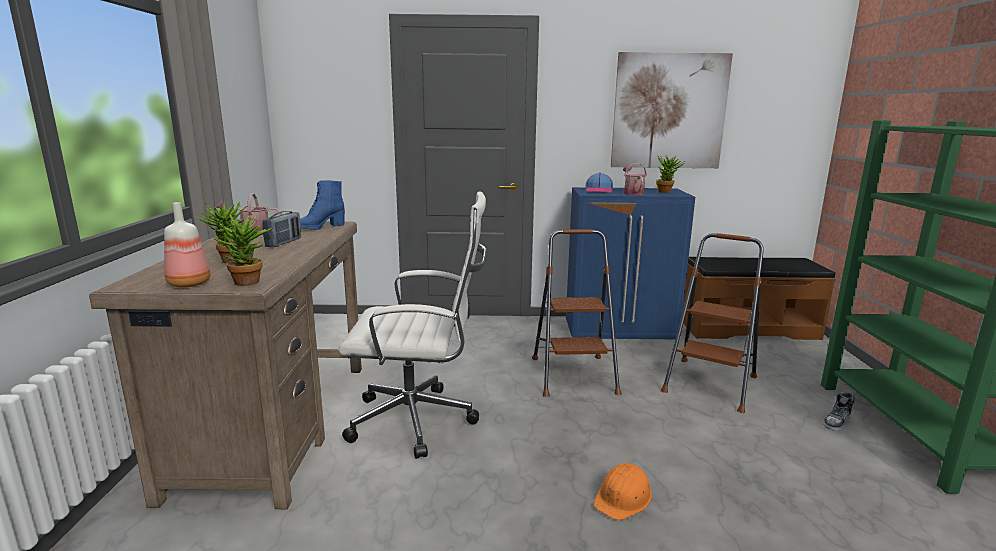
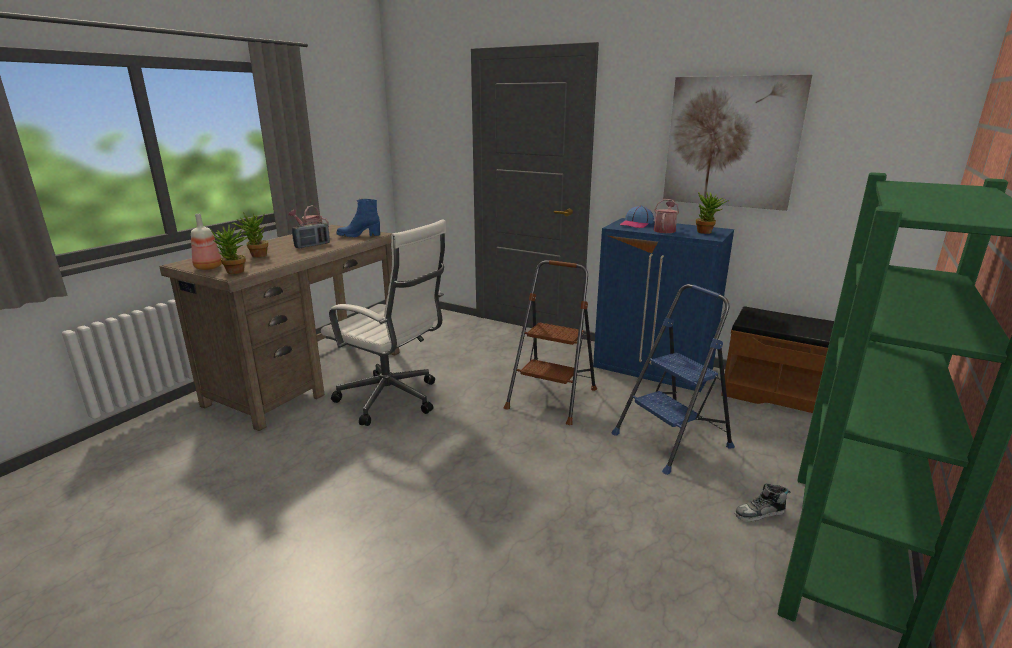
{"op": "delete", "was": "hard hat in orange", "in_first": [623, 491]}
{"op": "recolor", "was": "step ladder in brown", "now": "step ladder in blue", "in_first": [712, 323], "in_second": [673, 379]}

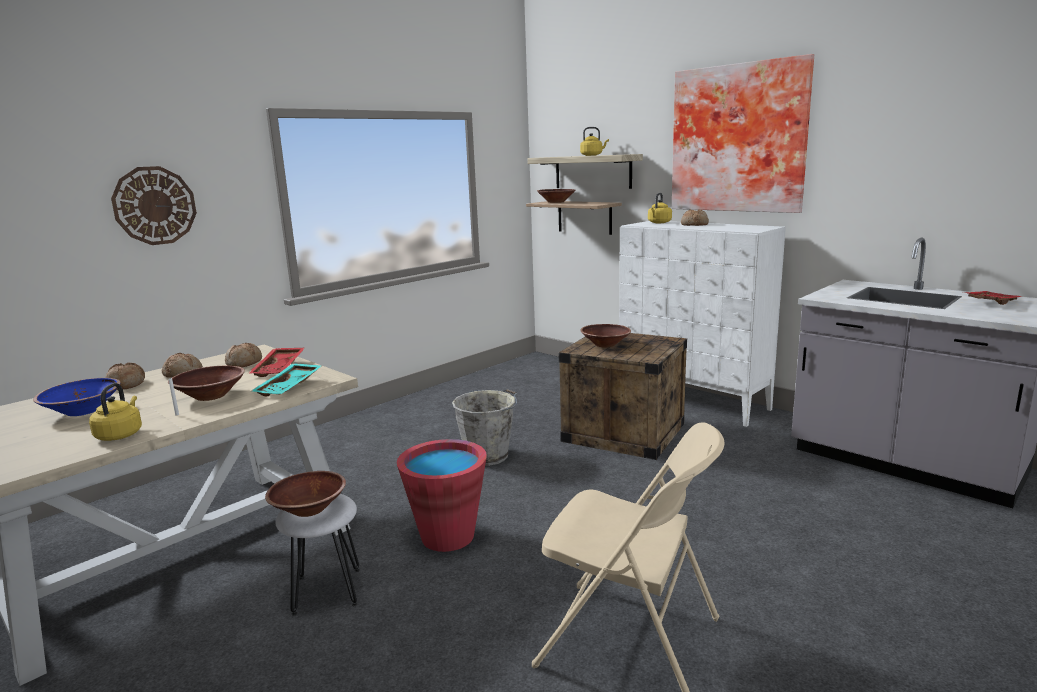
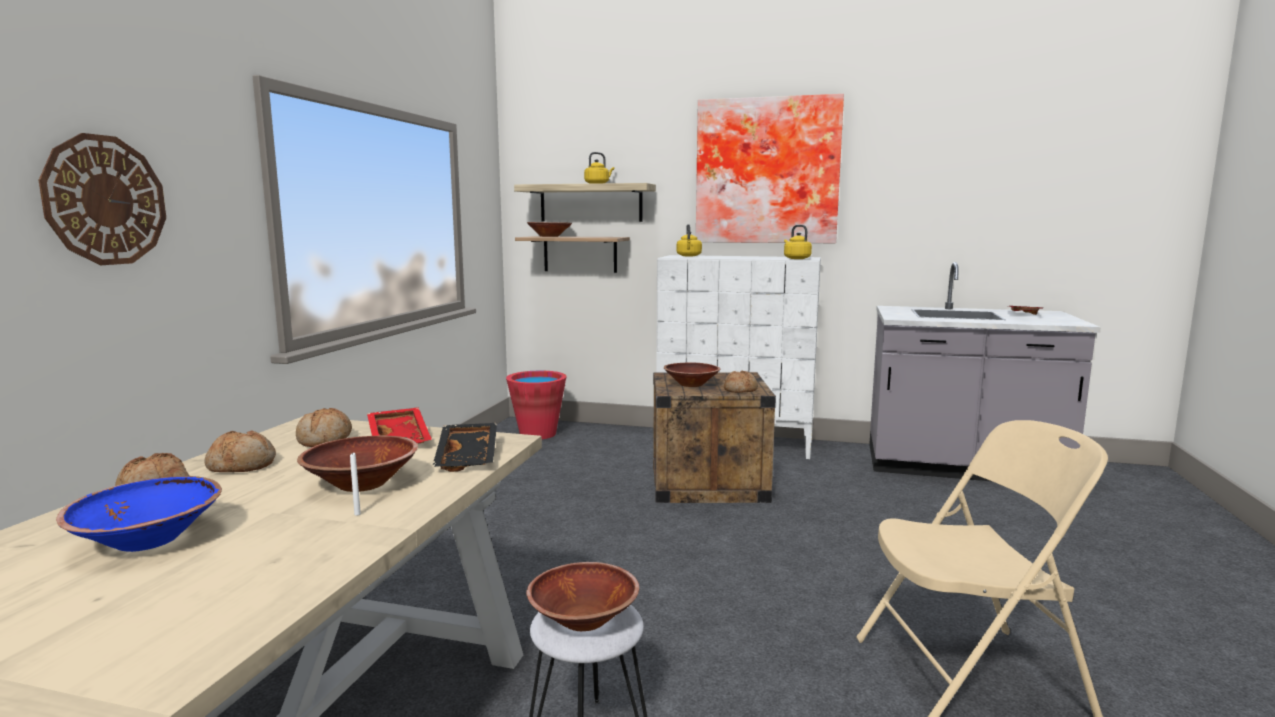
{"op": "move", "was": "kettle in yellow", "in_first": [115, 412], "in_second": [798, 242]}
{"op": "recolor", "was": "tray in turquoise", "now": "tray in black", "in_first": [286, 379], "in_second": [464, 447]}
{"op": "move", "was": "bucket in red", "in_first": [442, 495], "in_second": [536, 405]}
{"op": "delete", "was": "bucket in grey", "in_first": [484, 427]}
{"op": "move", "was": "bread", "in_first": [695, 217], "in_second": [741, 382]}

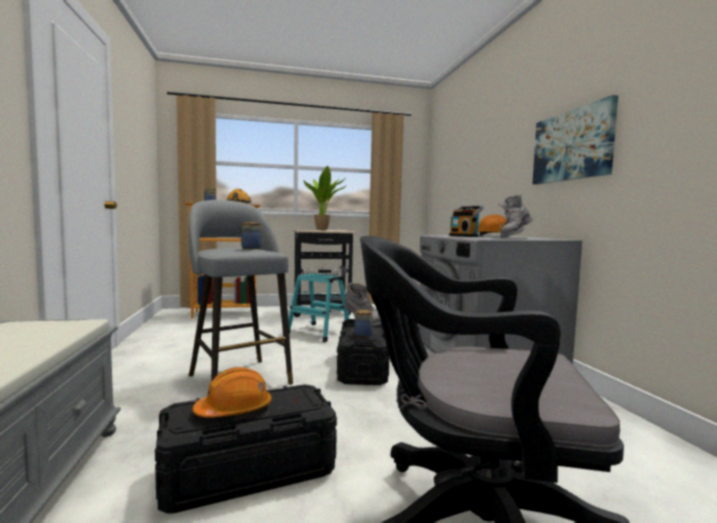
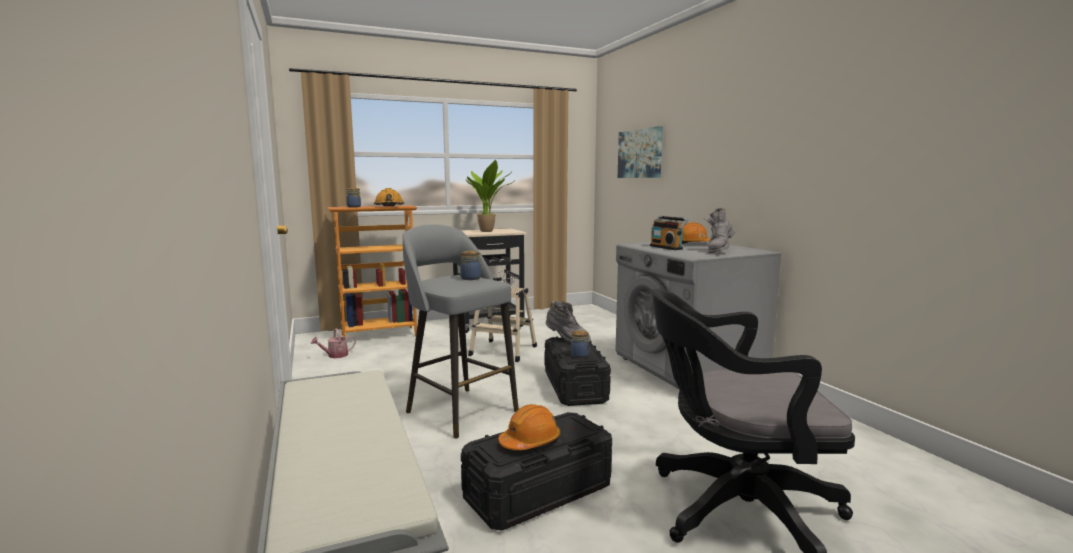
{"op": "recolor", "was": "step ladder in turquoise", "now": "step ladder in beige", "in_first": [318, 307], "in_second": [502, 324]}
{"op": "move", "was": "picture", "in_first": [575, 140], "in_second": [640, 152]}
{"op": "insert", "now": "watering can", "in_second": [333, 343]}

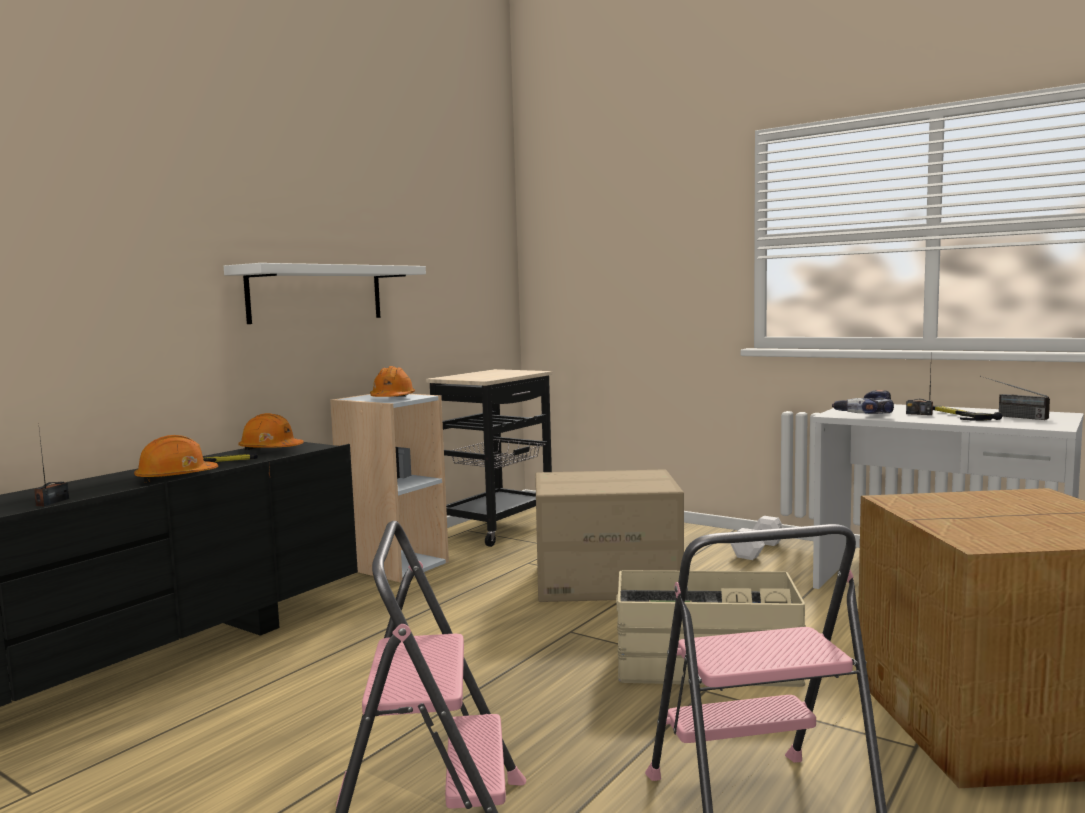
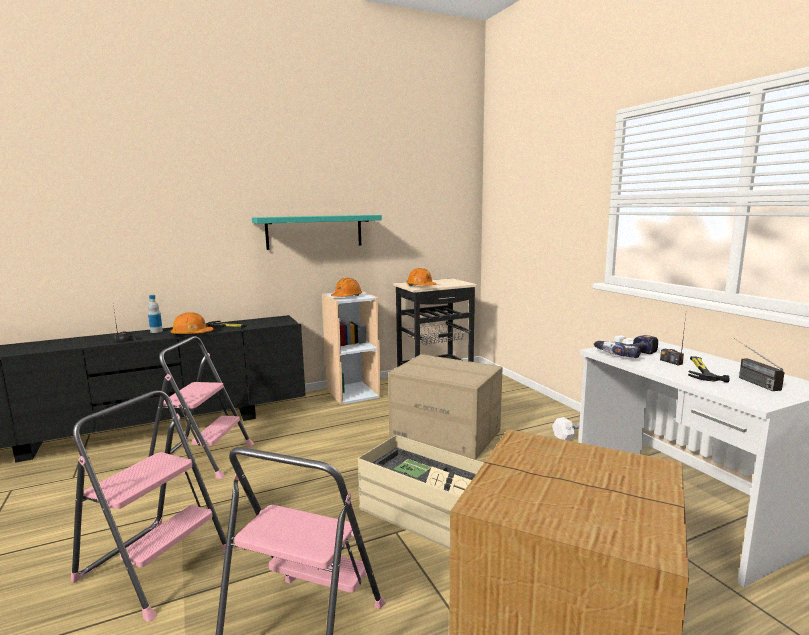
{"op": "recolor", "was": "shelf in white", "now": "shelf in turquoise", "in_first": [325, 293], "in_second": [317, 232]}
{"op": "move", "was": "hard hat in orange", "in_first": [271, 431], "in_second": [421, 277]}
{"op": "insert", "now": "bottle", "in_second": [155, 314]}
{"op": "insert", "now": "step ladder in pink", "in_second": [201, 407]}

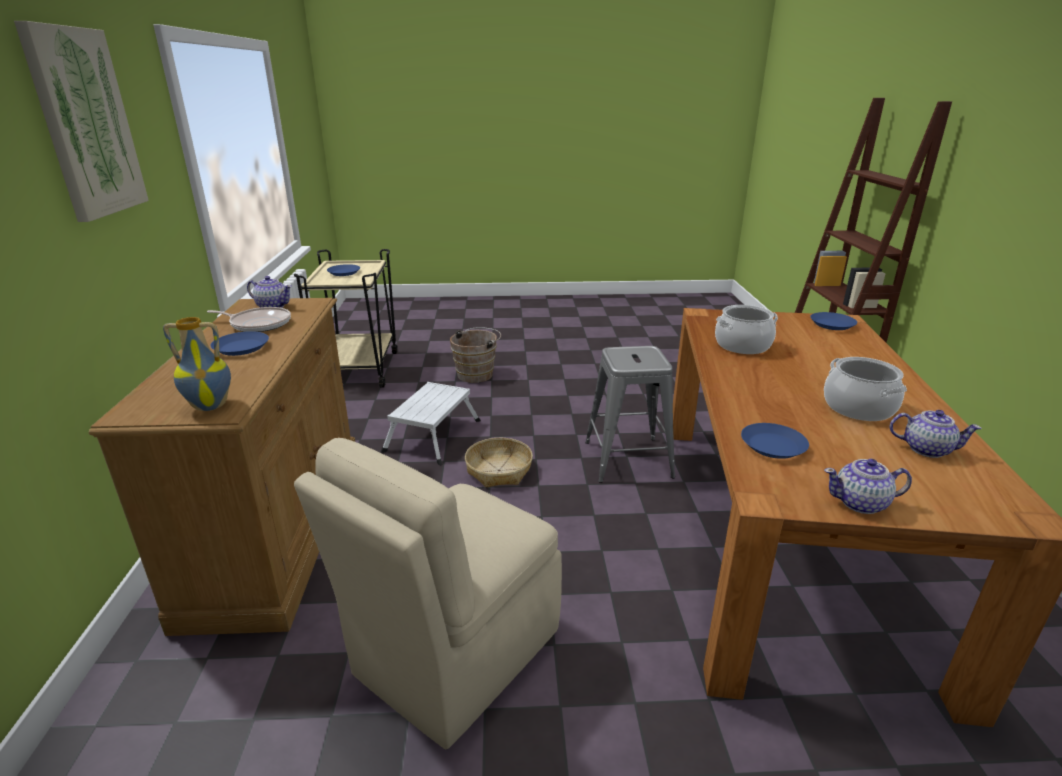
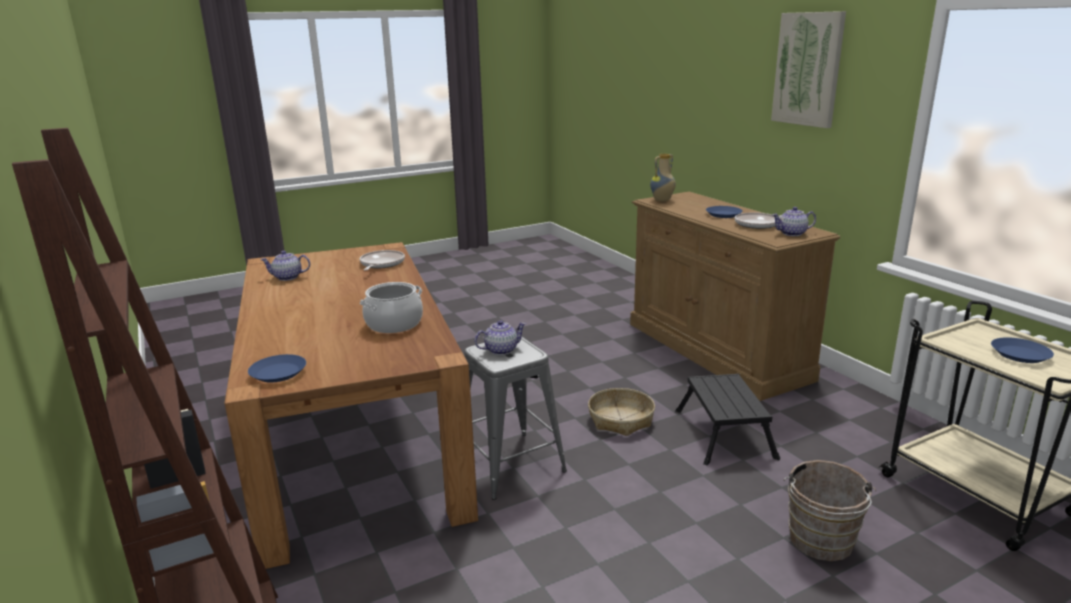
{"op": "delete", "was": "chair in beige", "in_first": [428, 593]}
{"op": "recolor", "was": "step ladder in white", "now": "step ladder in black", "in_first": [431, 423], "in_second": [727, 420]}
{"op": "replace", "was": "plate in blue", "now": "frying pan", "in_first": [775, 441], "in_second": [382, 260]}
{"op": "delete", "was": "cooking pot", "in_first": [865, 389]}
{"op": "move", "was": "teapot", "in_first": [868, 486], "in_second": [500, 337]}

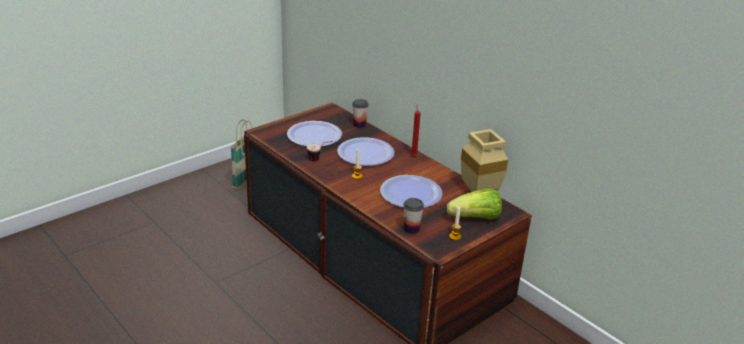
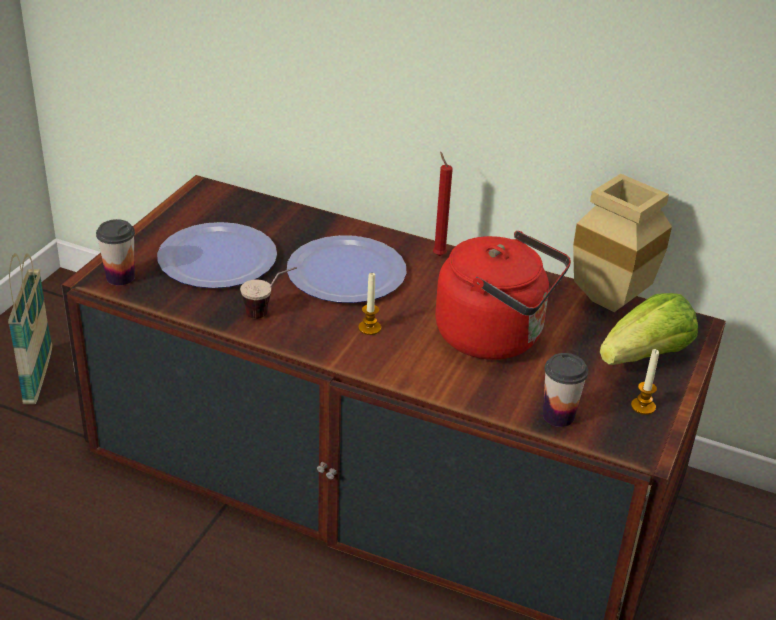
{"op": "move", "was": "cup", "in_first": [360, 113], "in_second": [115, 252]}
{"op": "replace", "was": "plate", "now": "kettle in red", "in_first": [411, 191], "in_second": [503, 295]}

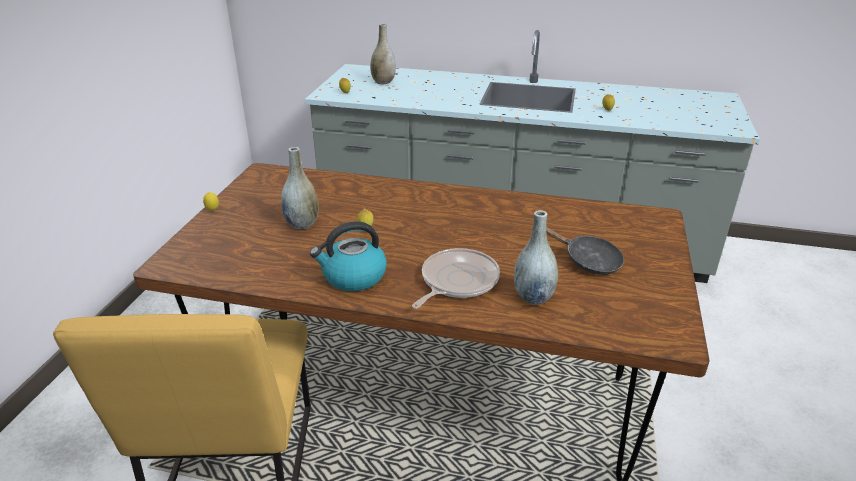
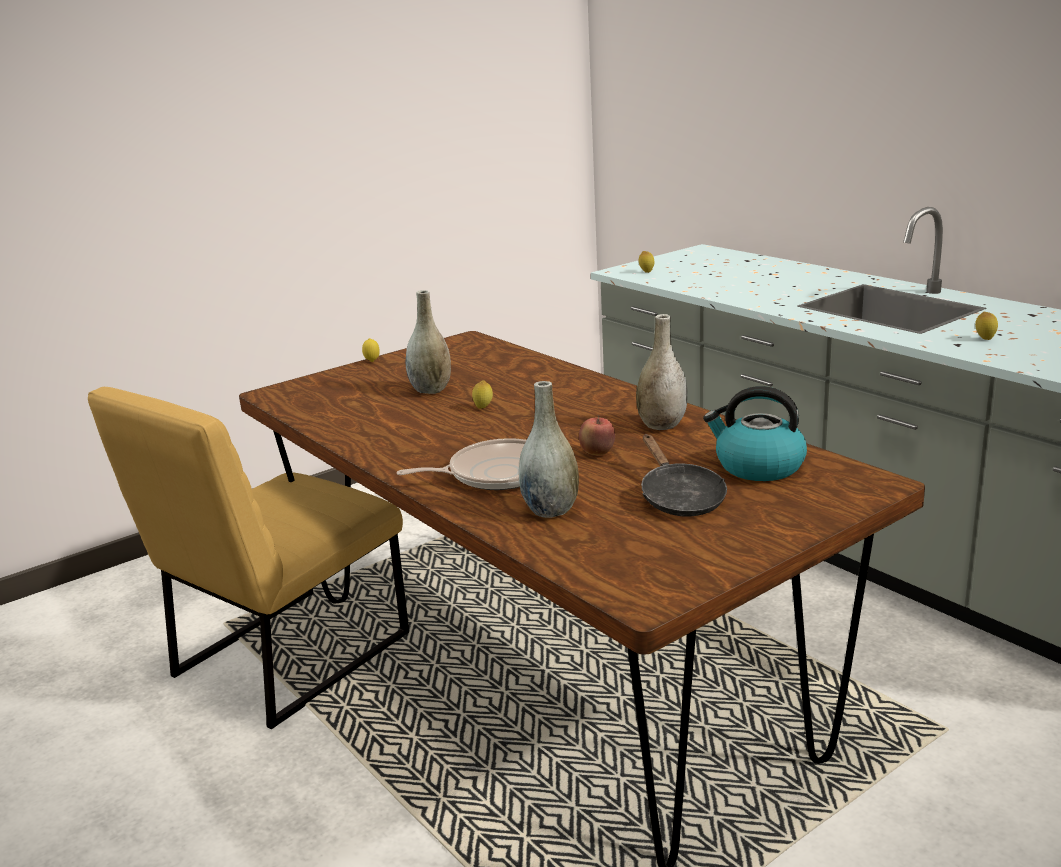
{"op": "move", "was": "kettle", "in_first": [348, 256], "in_second": [755, 433]}
{"op": "move", "was": "vase in grey", "in_first": [383, 53], "in_second": [662, 372]}
{"op": "insert", "now": "apple", "in_second": [597, 435]}

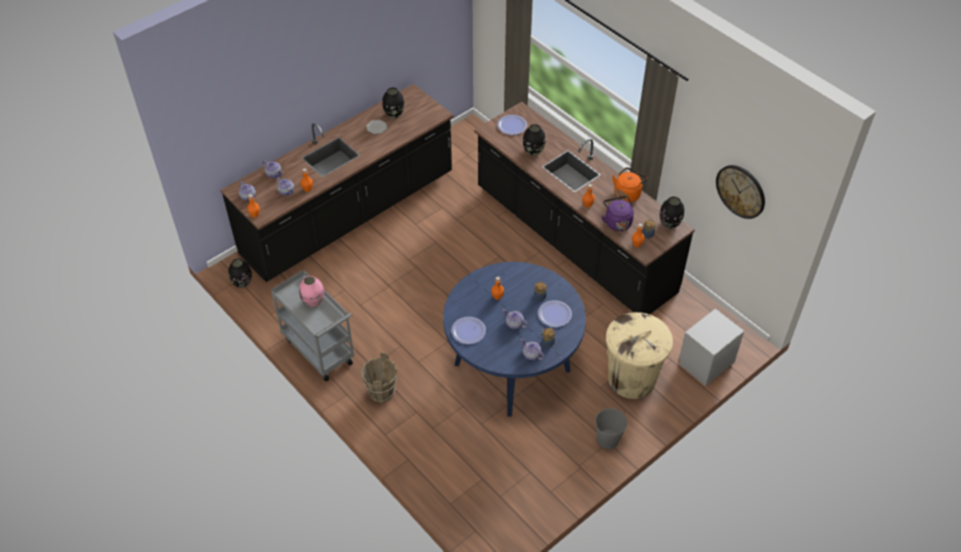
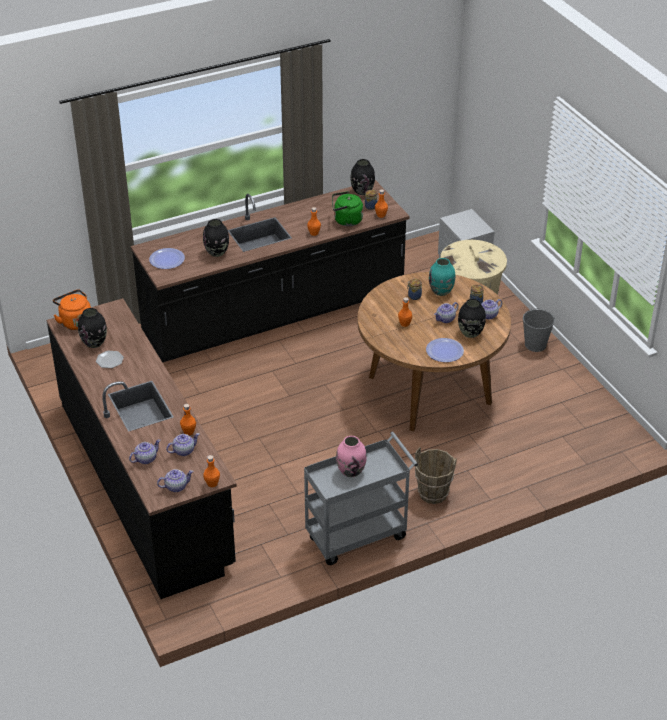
{"op": "move", "was": "vase in black", "in_first": [240, 273], "in_second": [472, 318]}
{"op": "recolor", "was": "dining table in blue", "now": "dining table in brown", "in_first": [514, 339], "in_second": [434, 351]}
{"op": "replace", "was": "plate", "now": "vase in turquoise", "in_first": [555, 313], "in_second": [442, 277]}
{"op": "recolor", "was": "kettle in purple", "now": "kettle in green", "in_first": [617, 213], "in_second": [347, 208]}
{"op": "move", "was": "kettle in orange", "in_first": [630, 185], "in_second": [72, 309]}
{"op": "delete", "was": "wall clock", "in_first": [740, 192]}

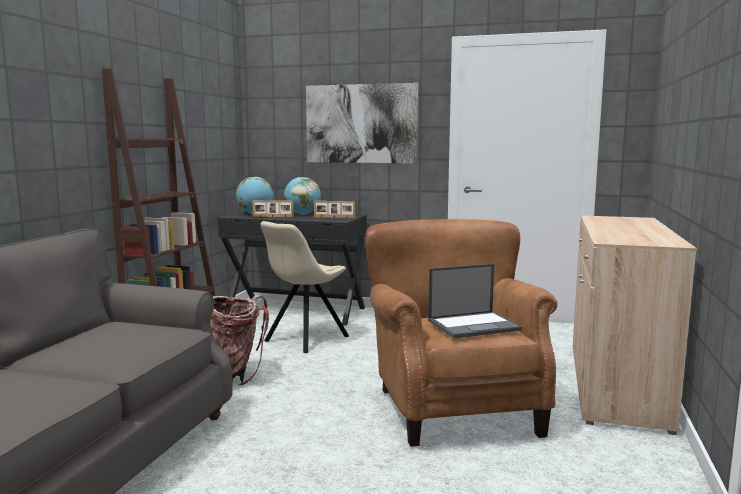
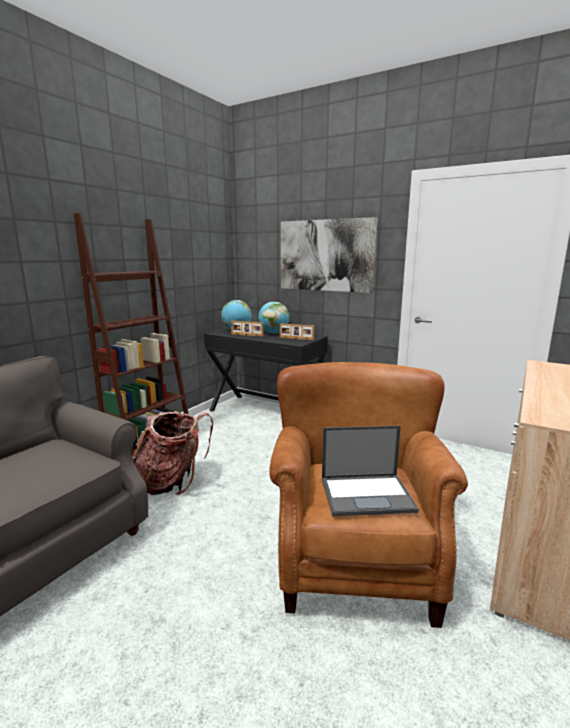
{"op": "delete", "was": "chair in beige", "in_first": [304, 287]}

